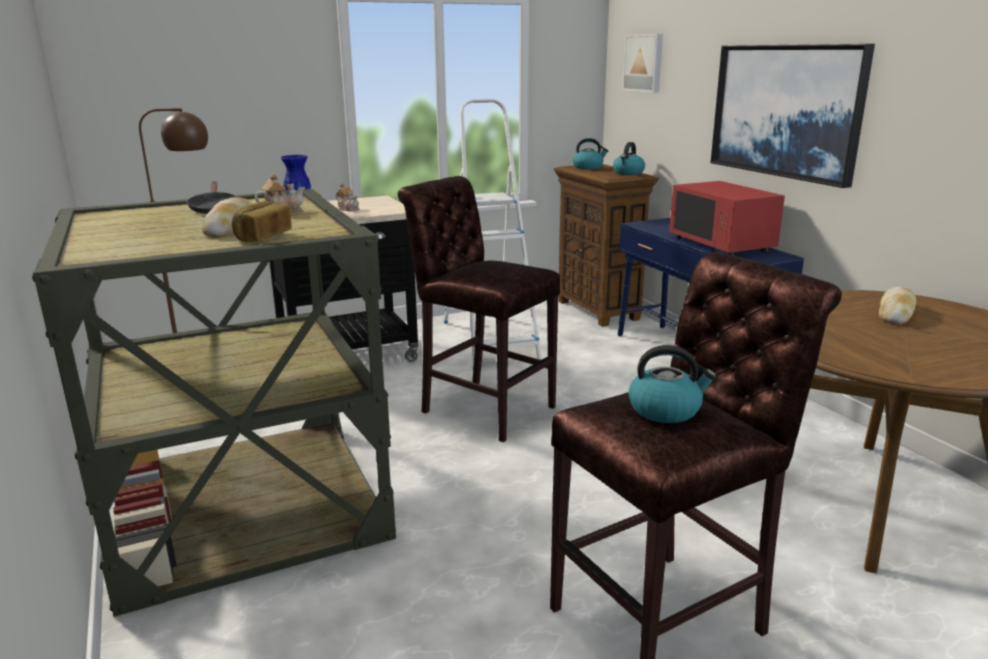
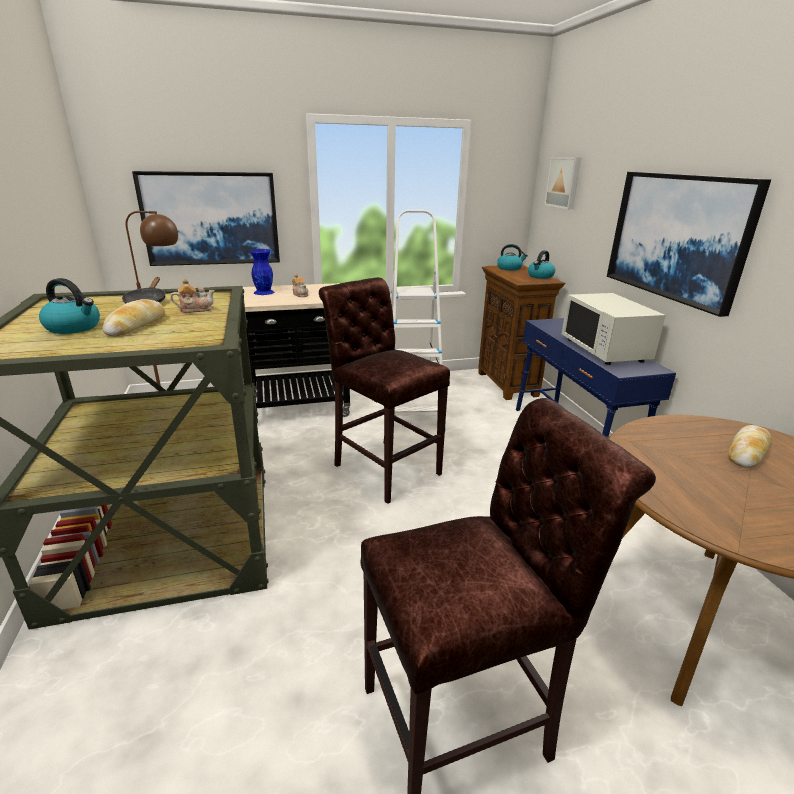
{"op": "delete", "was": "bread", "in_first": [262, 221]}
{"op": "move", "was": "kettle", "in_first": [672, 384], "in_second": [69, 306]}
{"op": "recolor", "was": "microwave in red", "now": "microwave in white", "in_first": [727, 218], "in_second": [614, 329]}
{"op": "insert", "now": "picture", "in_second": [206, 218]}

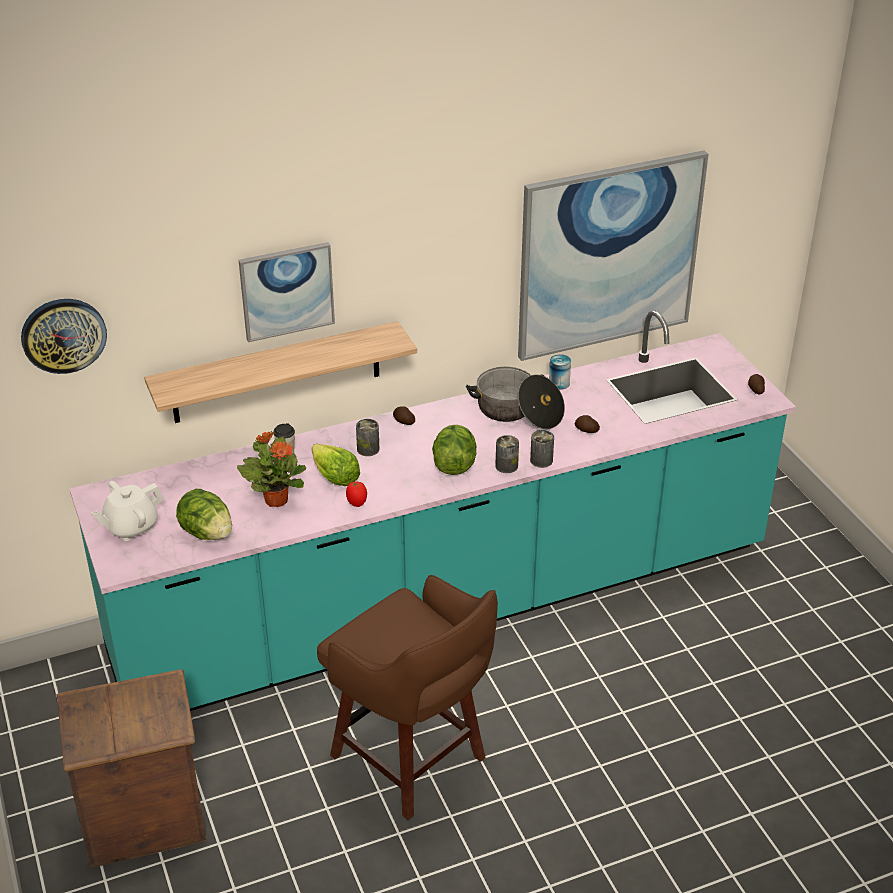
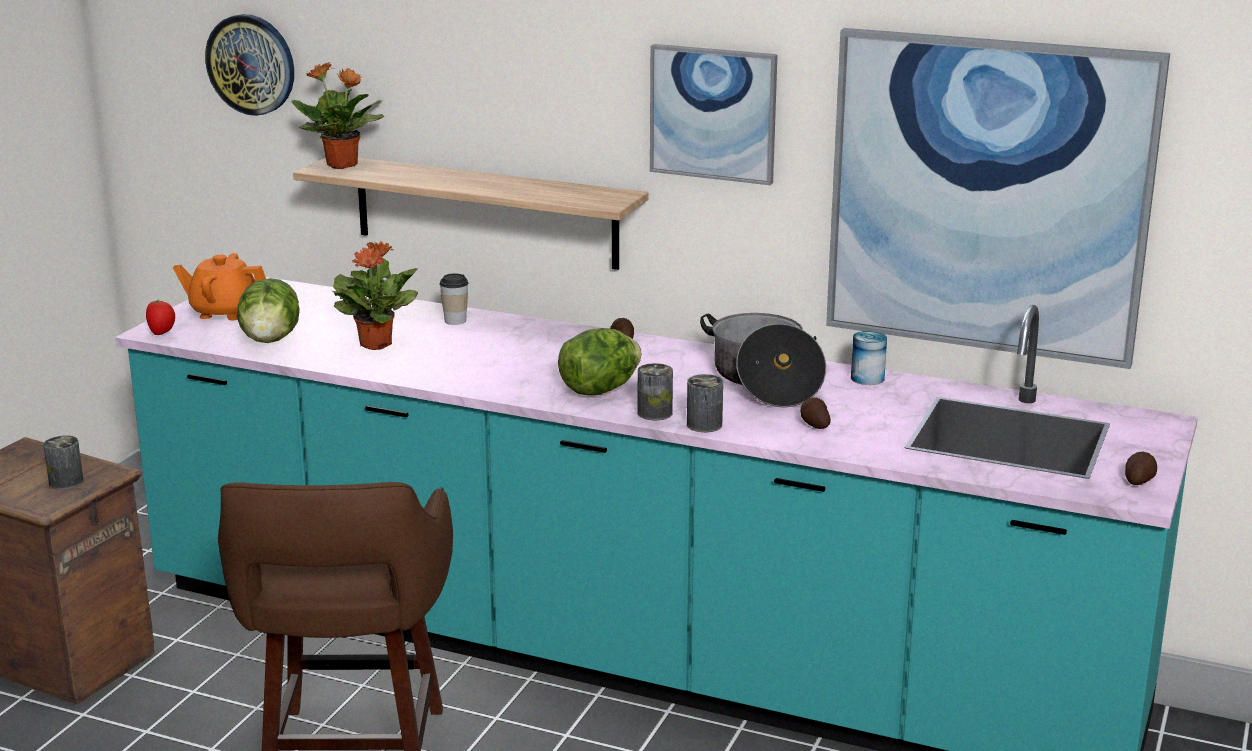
{"op": "recolor", "was": "teapot in white", "now": "teapot in orange", "in_first": [127, 511], "in_second": [219, 286]}
{"op": "move", "was": "picture", "in_first": [287, 292], "in_second": [714, 114]}
{"op": "delete", "was": "lettuce", "in_first": [335, 465]}
{"op": "move", "was": "tomato", "in_first": [356, 494], "in_second": [160, 317]}
{"op": "move", "was": "can", "in_first": [367, 437], "in_second": [63, 462]}
{"op": "insert", "now": "potted plant", "in_second": [337, 115]}

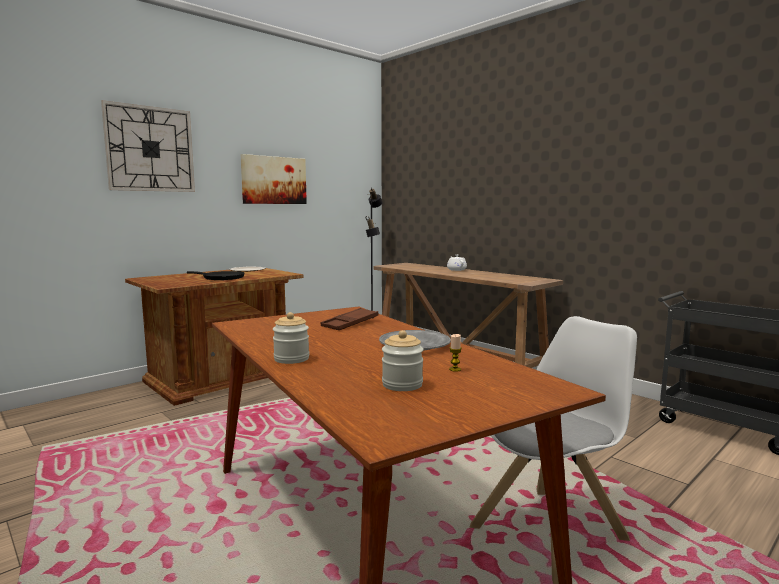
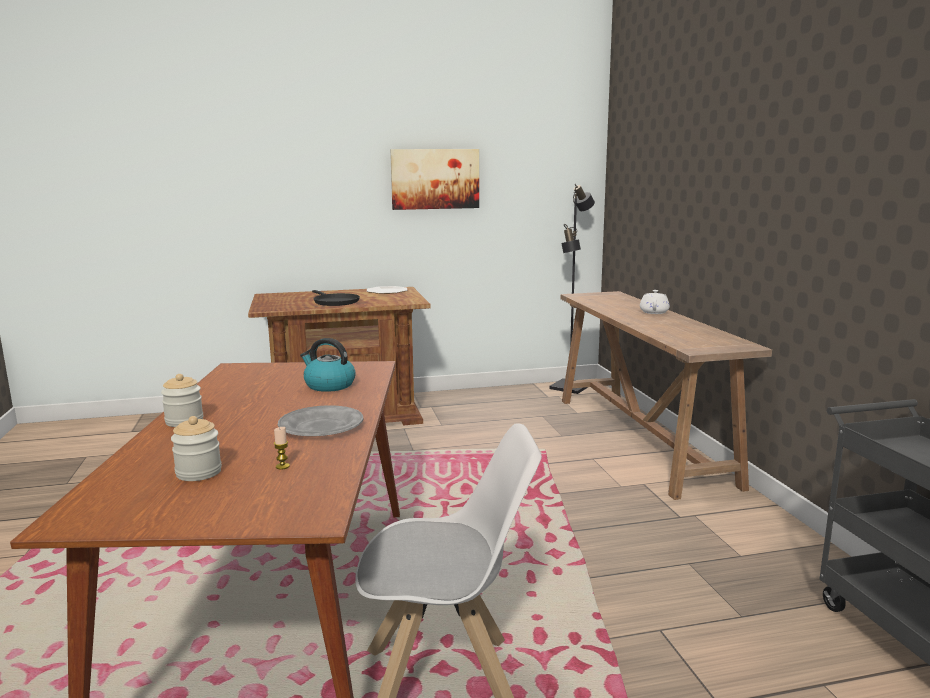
{"op": "delete", "was": "wall clock", "in_first": [148, 146]}
{"op": "replace", "was": "tray in brown", "now": "kettle", "in_first": [349, 319], "in_second": [328, 365]}

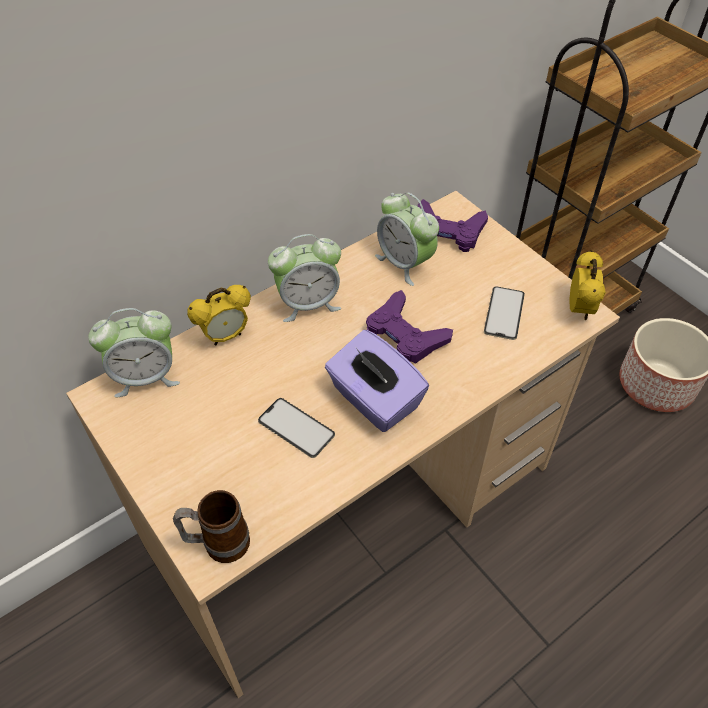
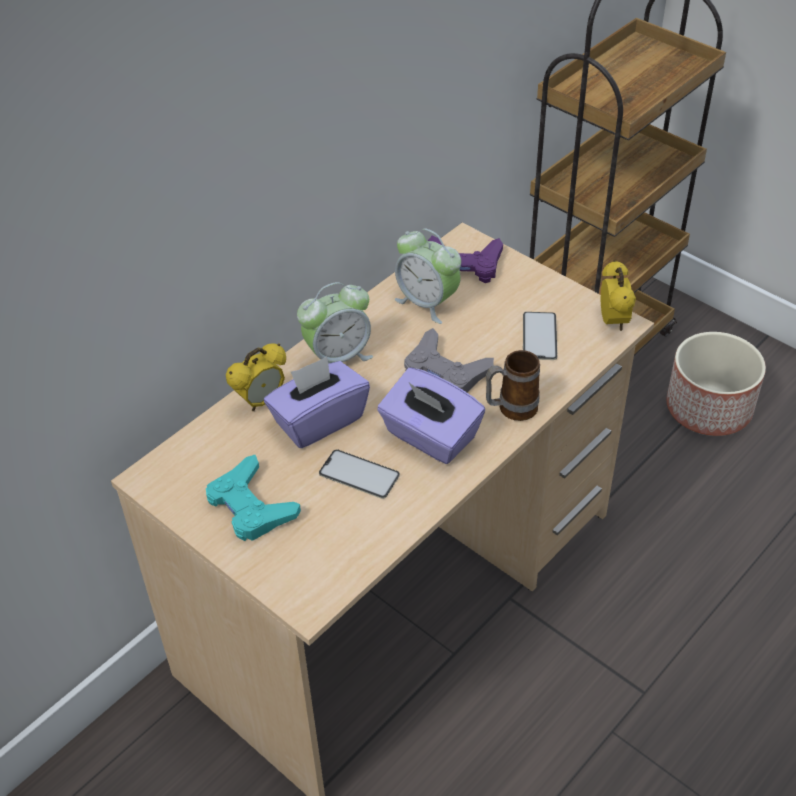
{"op": "delete", "was": "alarm clock", "in_first": [134, 352]}
{"op": "move", "was": "mug", "in_first": [211, 526], "in_second": [513, 385]}
{"op": "recolor", "was": "game controller in purple", "now": "game controller in grey", "in_first": [409, 327], "in_second": [449, 360]}
{"op": "insert", "now": "game controller in turquoise", "in_second": [253, 498]}
{"op": "insert", "now": "tissue box in purple", "in_second": [317, 402]}

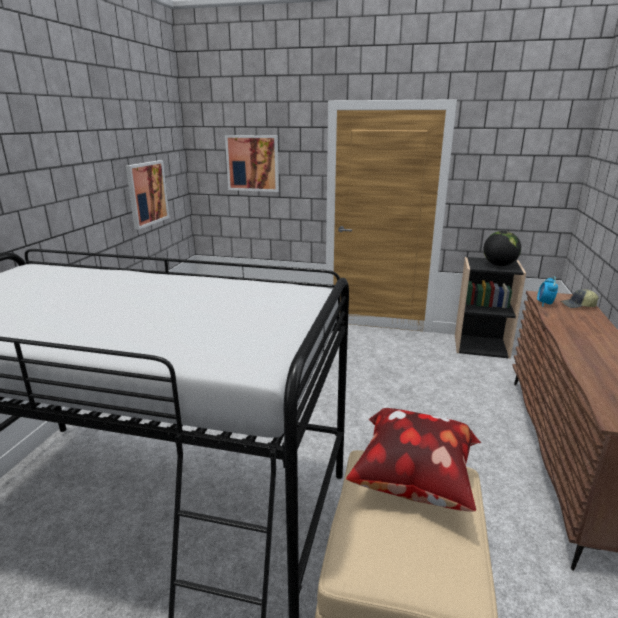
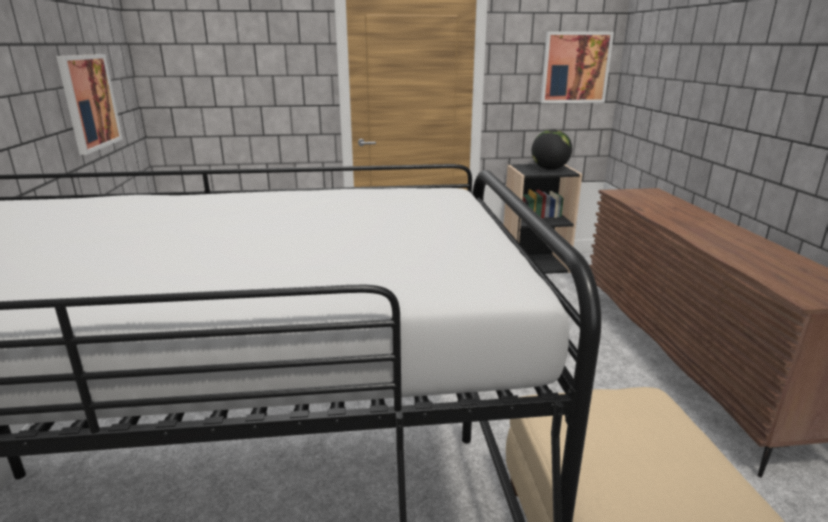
{"op": "move", "was": "picture", "in_first": [252, 163], "in_second": [577, 67]}
{"op": "delete", "was": "pillow", "in_first": [414, 460]}
{"op": "delete", "was": "alarm clock", "in_first": [547, 291]}
{"op": "delete", "was": "cap", "in_first": [579, 298]}

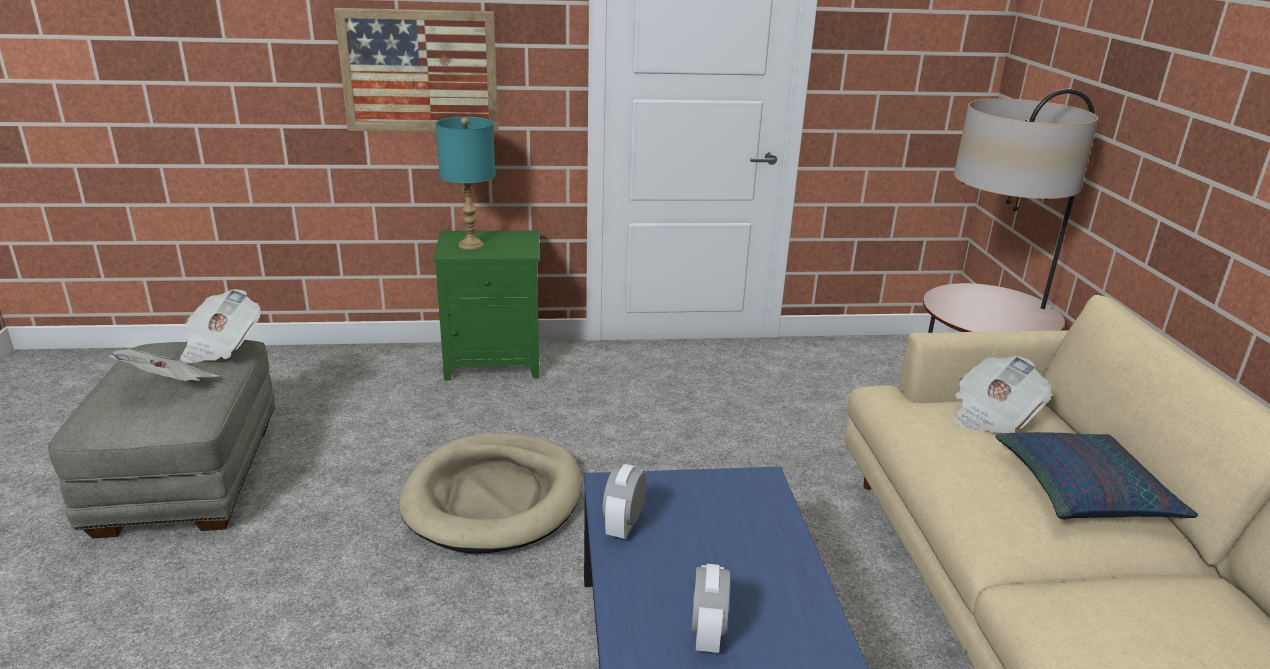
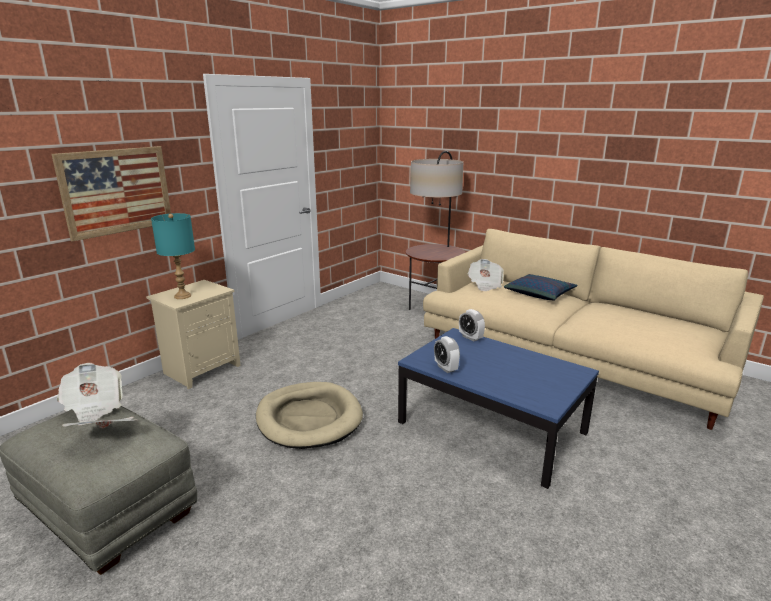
{"op": "recolor", "was": "nightstand in green", "now": "nightstand in beige", "in_first": [486, 306], "in_second": [193, 334]}
{"op": "move", "was": "alarm clock", "in_first": [711, 608], "in_second": [472, 325]}

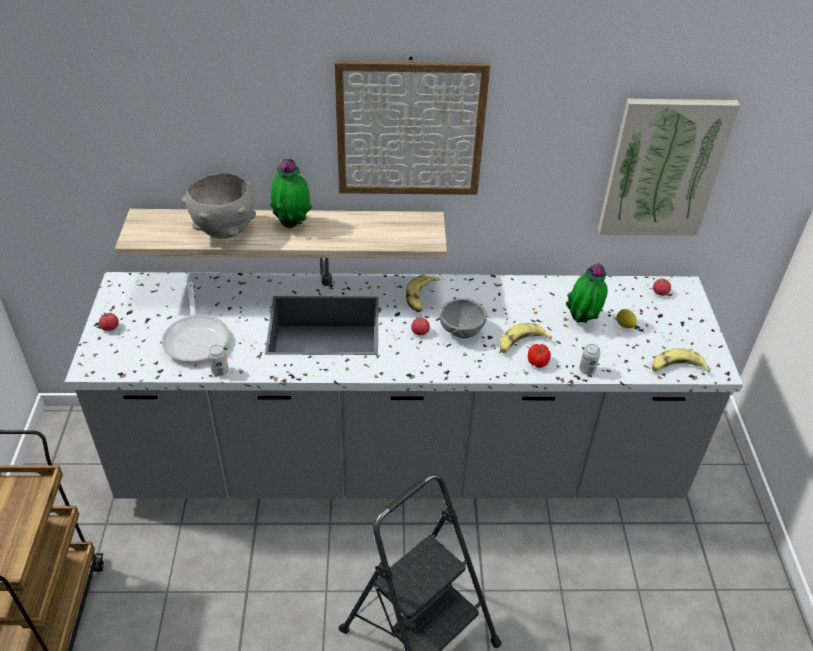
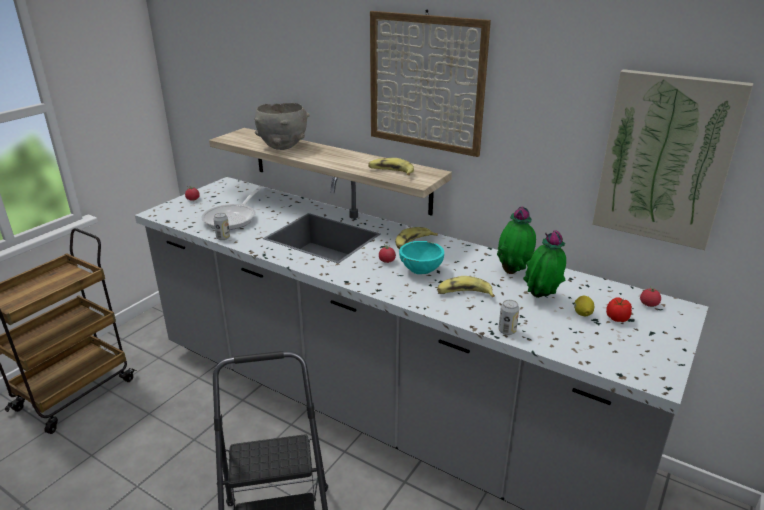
{"op": "move", "was": "potted plant", "in_first": [291, 193], "in_second": [516, 240]}
{"op": "recolor", "was": "bowl in grey", "now": "bowl in turquoise", "in_first": [463, 318], "in_second": [421, 257]}
{"op": "move", "was": "tomato", "in_first": [539, 356], "in_second": [619, 309]}
{"op": "move", "was": "banana", "in_first": [681, 360], "in_second": [391, 166]}

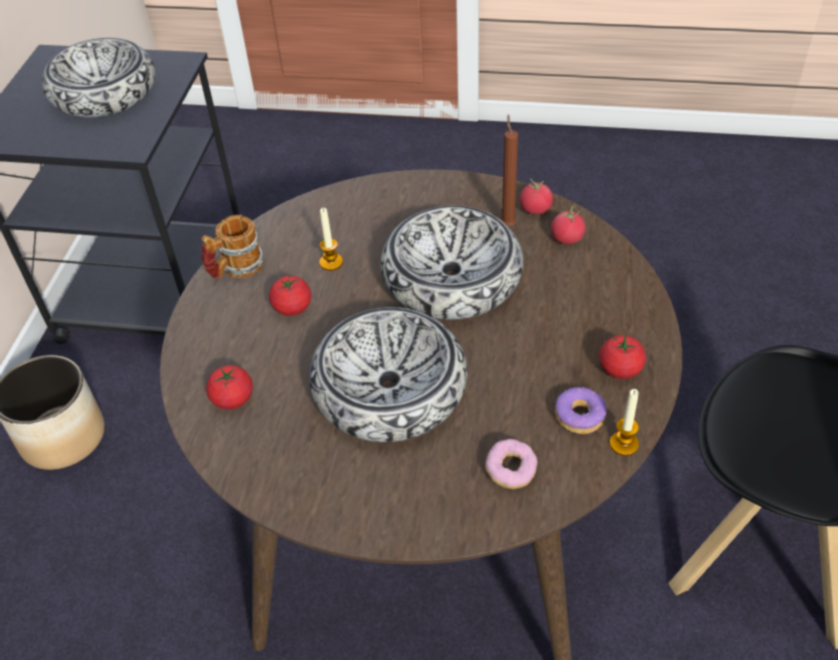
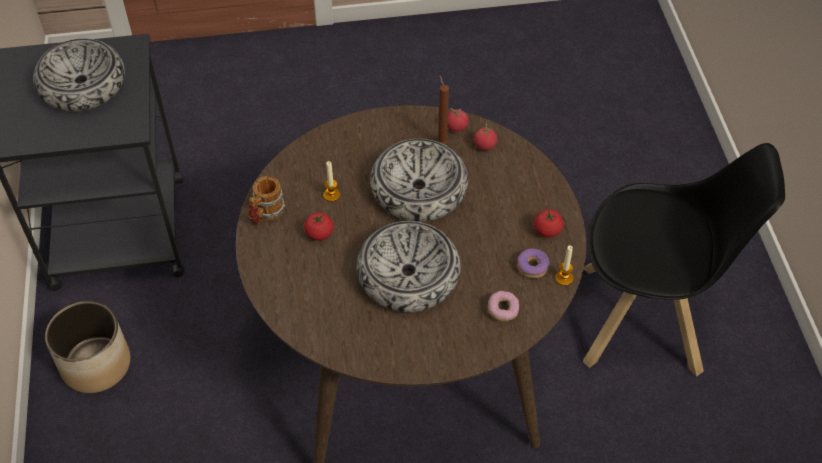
{"op": "delete", "was": "tomato", "in_first": [229, 387]}

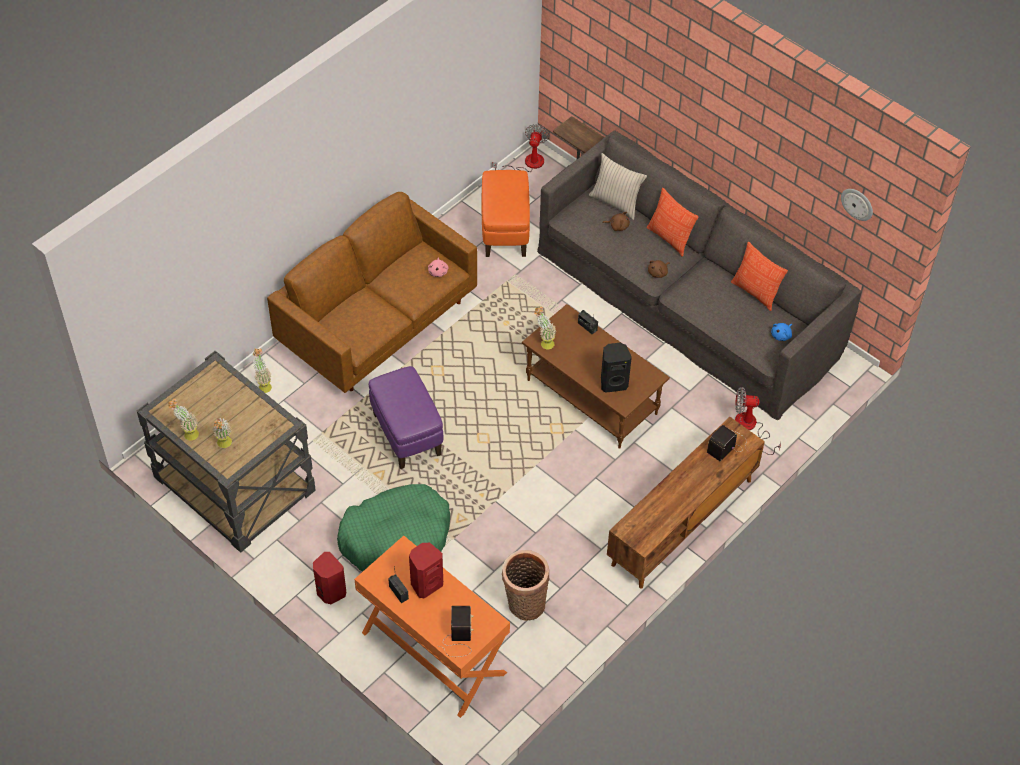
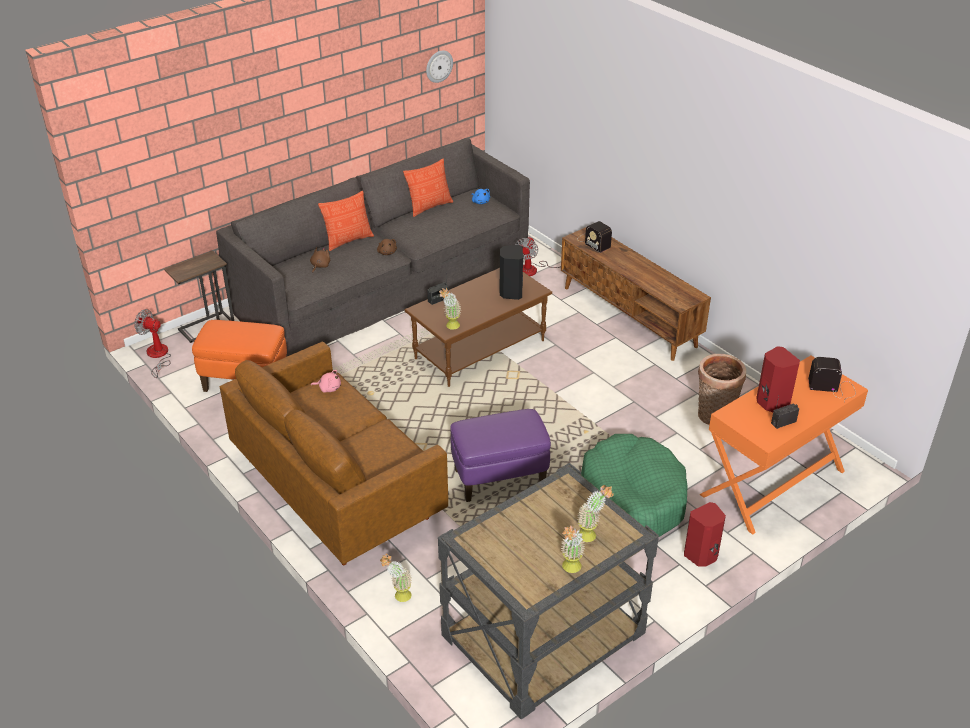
{"op": "delete", "was": "pillow in beige", "in_first": [618, 186]}

